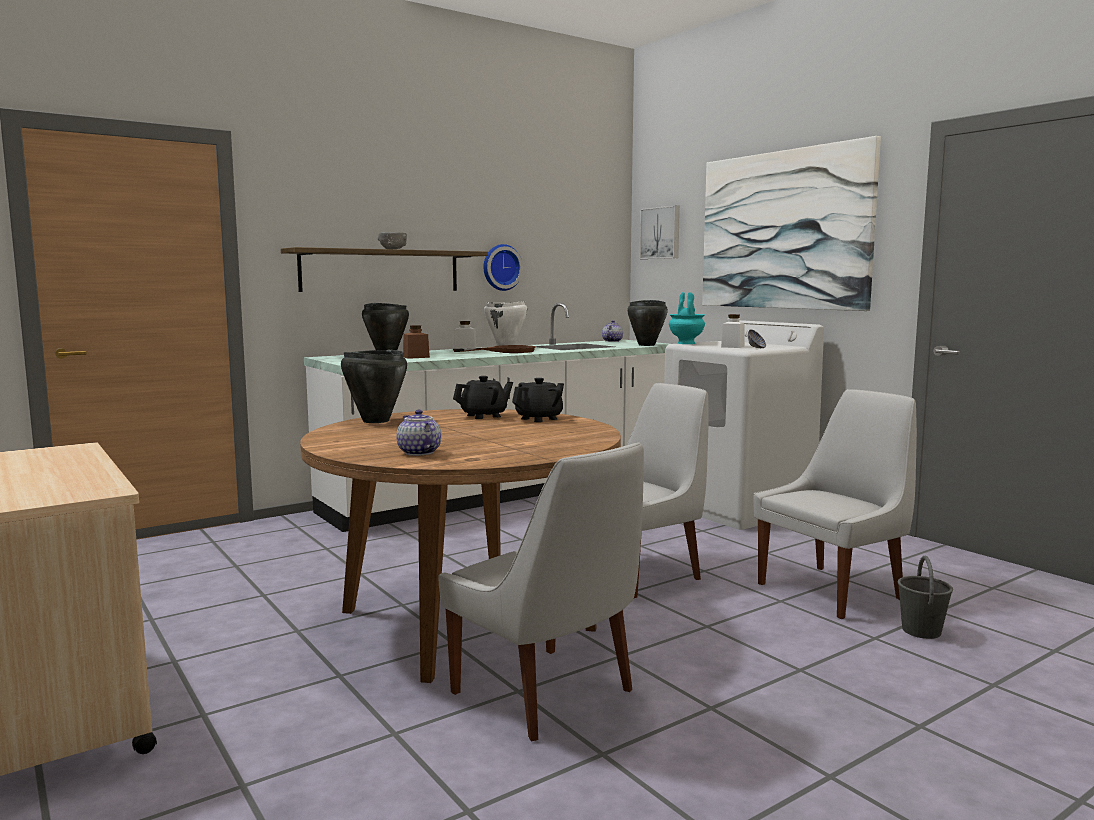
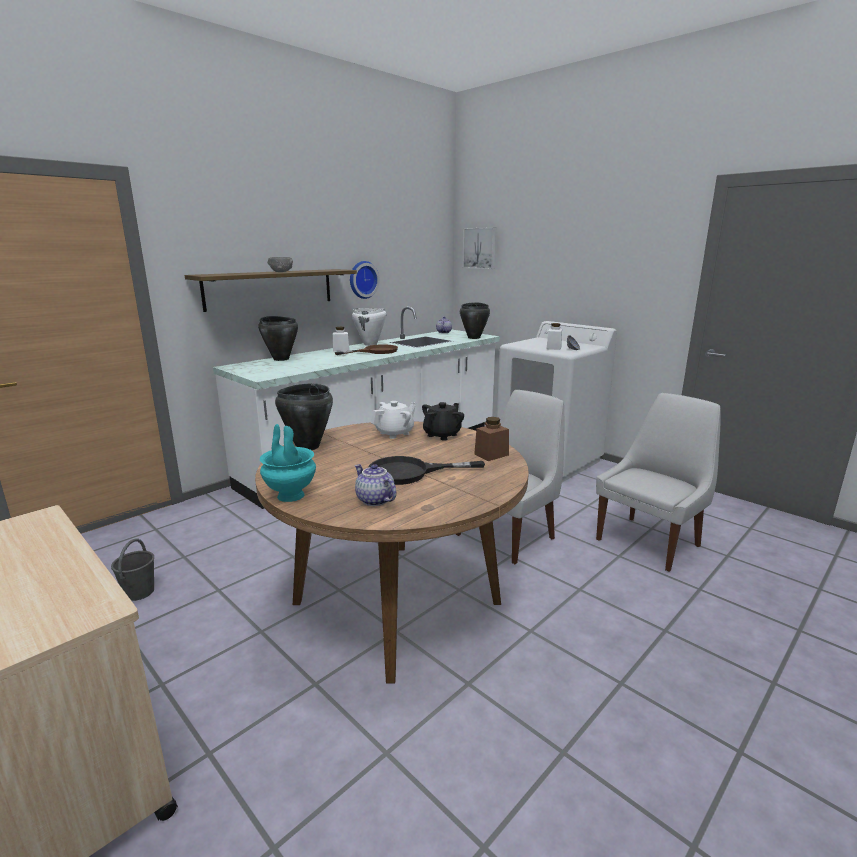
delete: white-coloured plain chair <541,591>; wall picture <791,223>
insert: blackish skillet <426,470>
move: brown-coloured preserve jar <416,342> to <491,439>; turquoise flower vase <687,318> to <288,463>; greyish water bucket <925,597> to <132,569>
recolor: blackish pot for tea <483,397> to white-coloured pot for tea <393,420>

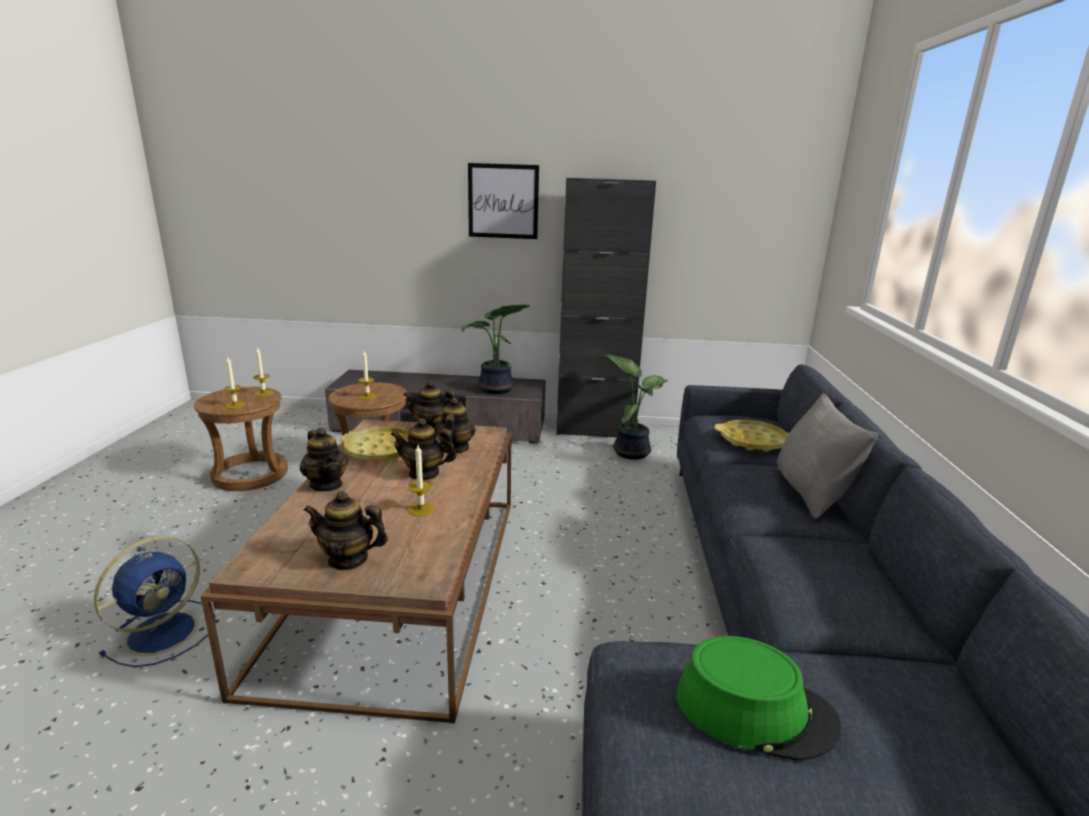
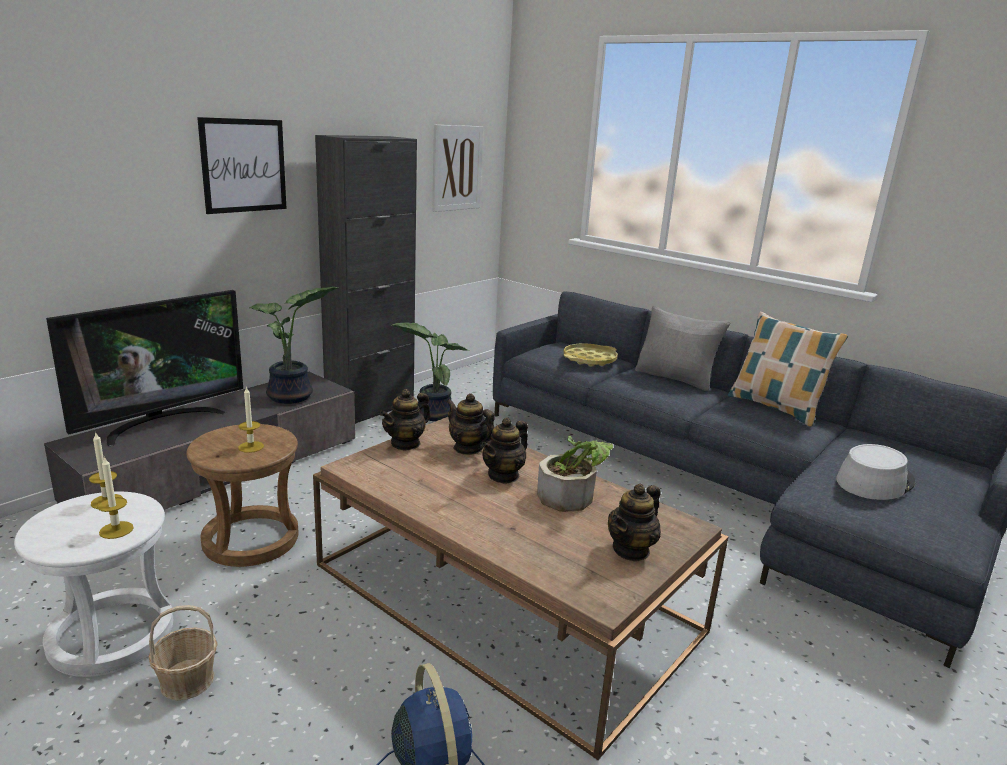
delete: pot for tea <324,459>; yellow-coloured serving tray <375,444>
insert: TV set <144,368>; storage basket <183,653>; wall picture <457,168>; throw pillow <788,369>
replace: candle <421,480> to potted plant <575,473>
recolor: brown-coloured sitting stool <241,439> to white-coloured sitting stool <93,584>; green hat <759,698> to greyish hat <875,472>

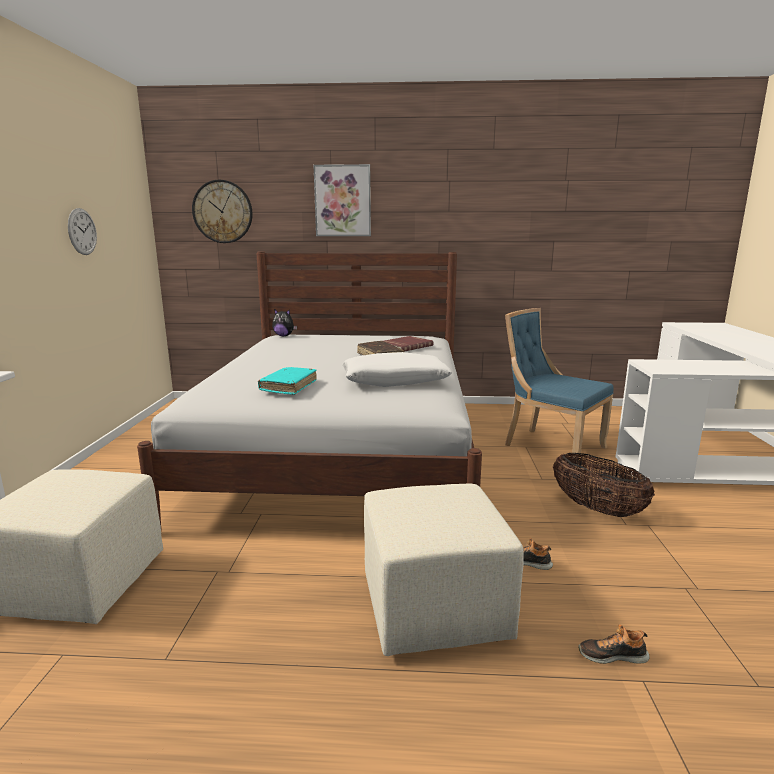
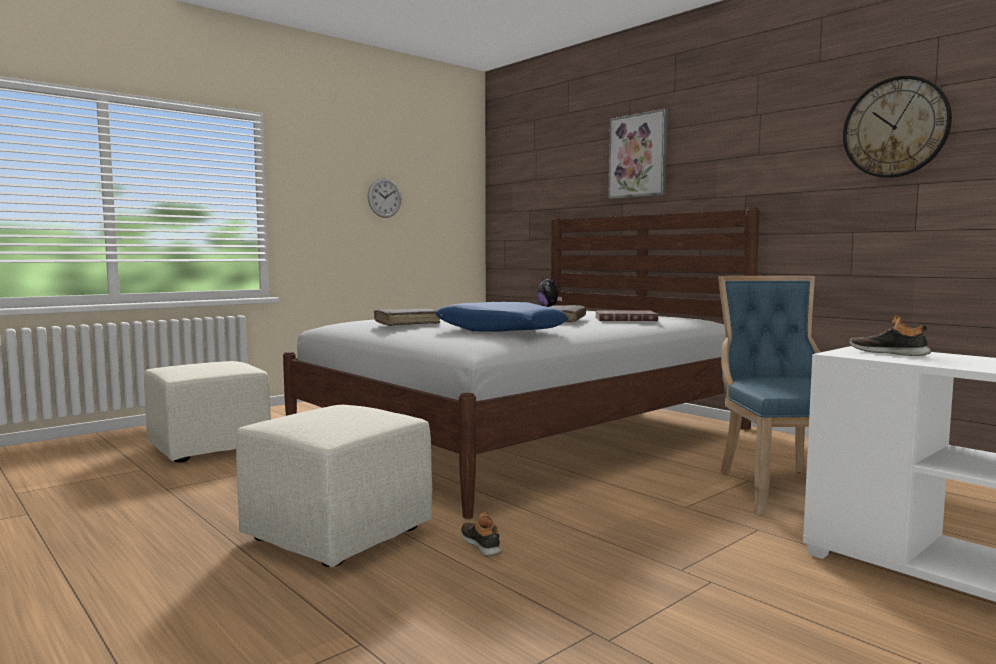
delete: storage basket <604,485>
move: hanging clock <222,211> to <897,127>; item of footwear <614,644> to <890,335>
recolor: turquoise volume <287,381> to brown-coloured volume <407,317>; white-coloured throw pillow <397,369> to blue-coloured throw pillow <502,317>

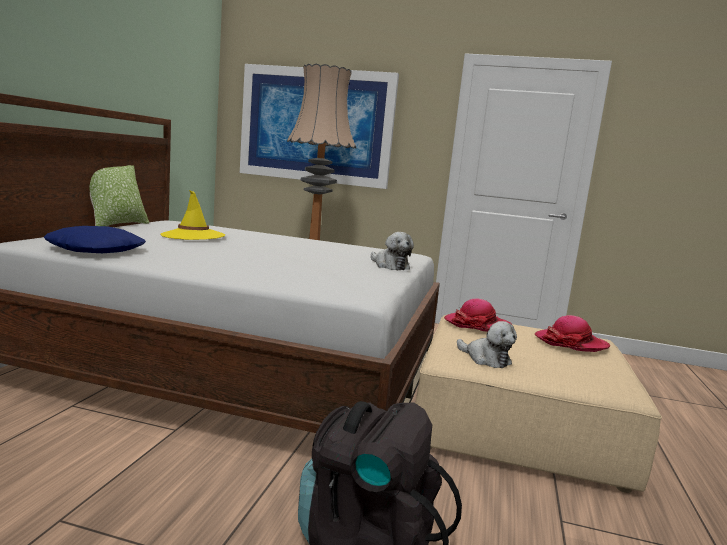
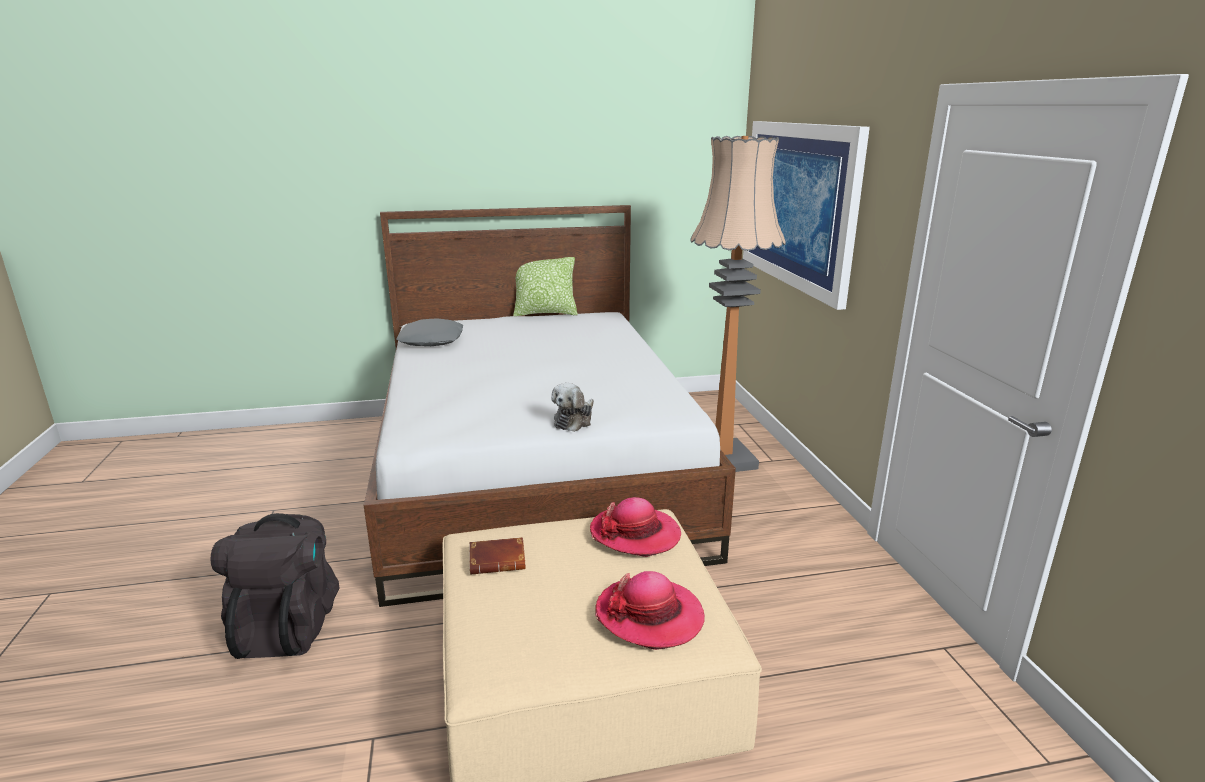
delete: yellow-coloured hat <193,215>
replace: soft toy <487,344> to brown-coloured volume <497,556>
recolor: blue-coloured throw pillow <95,239> to greyish throw pillow <430,332>

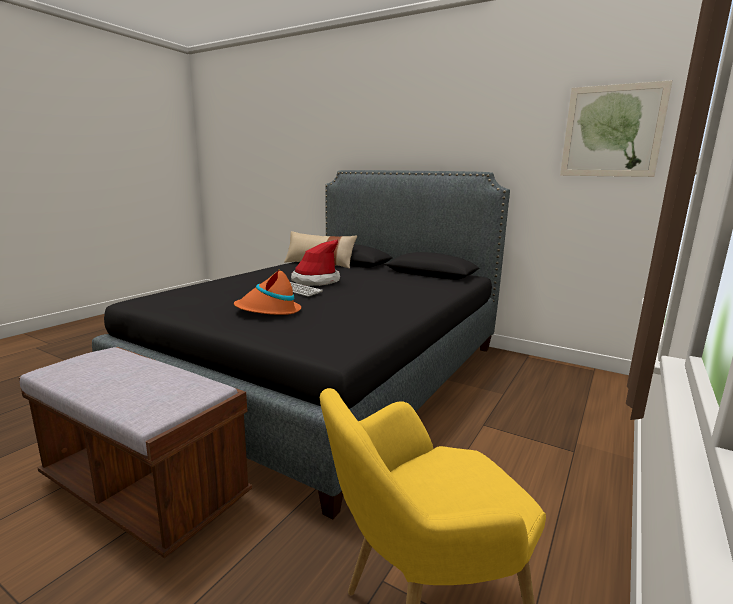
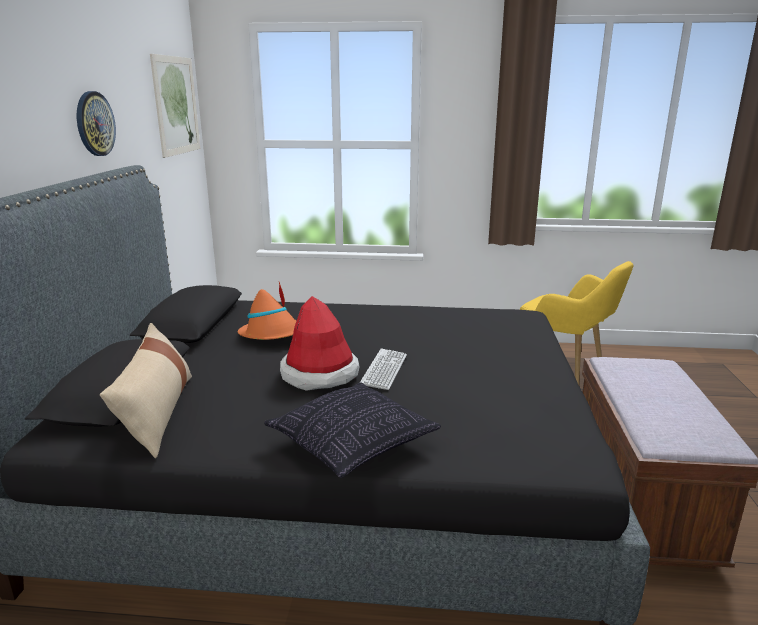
insert: hanging clock <96,123>; throw pillow <352,430>
move: orange hat <267,292> to <267,311>

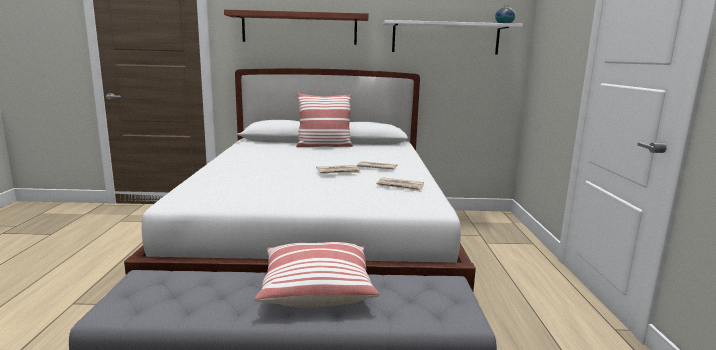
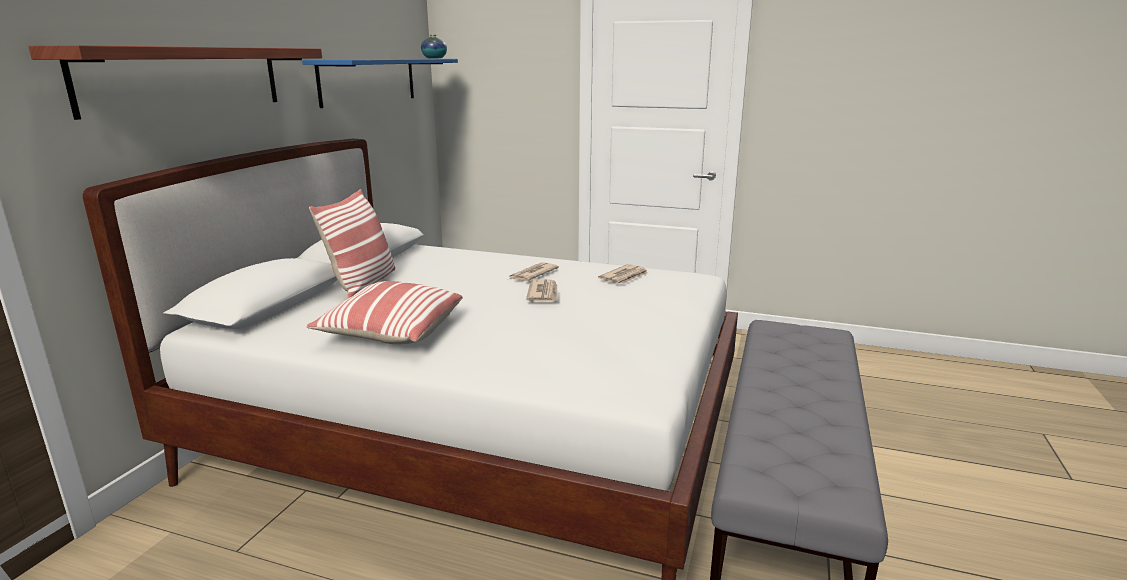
move: throw pillow <316,275> to <385,312>
recolor: white-coloured shelf <453,37> to blue-coloured shelf <380,83>

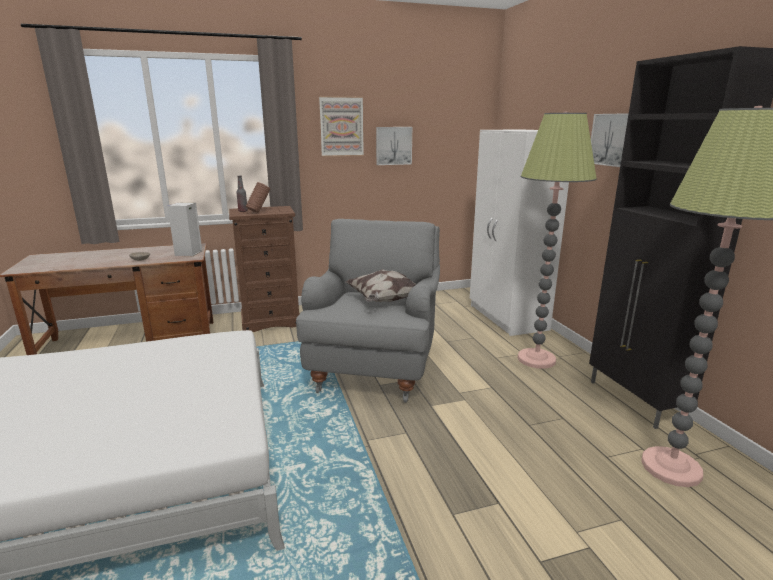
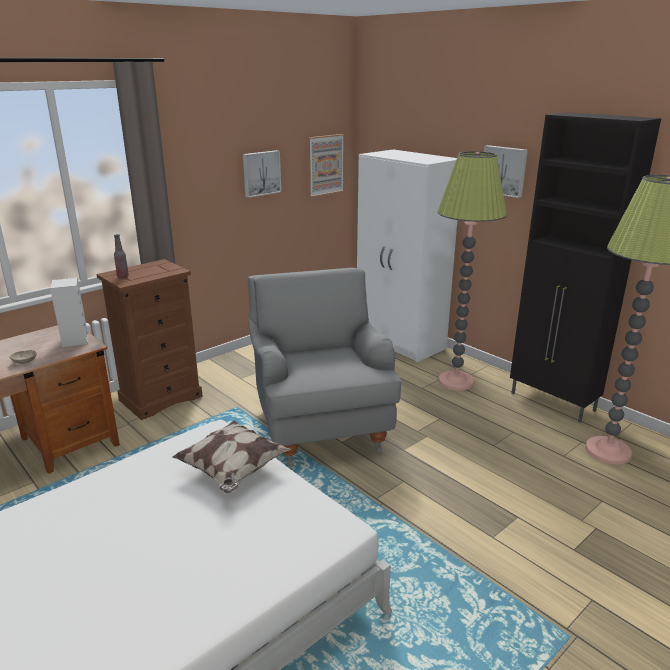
delete: brown-coloured flower vase <258,197>
move: wall picture <341,126> to <326,165>; throw pillow <381,285> to <231,456>

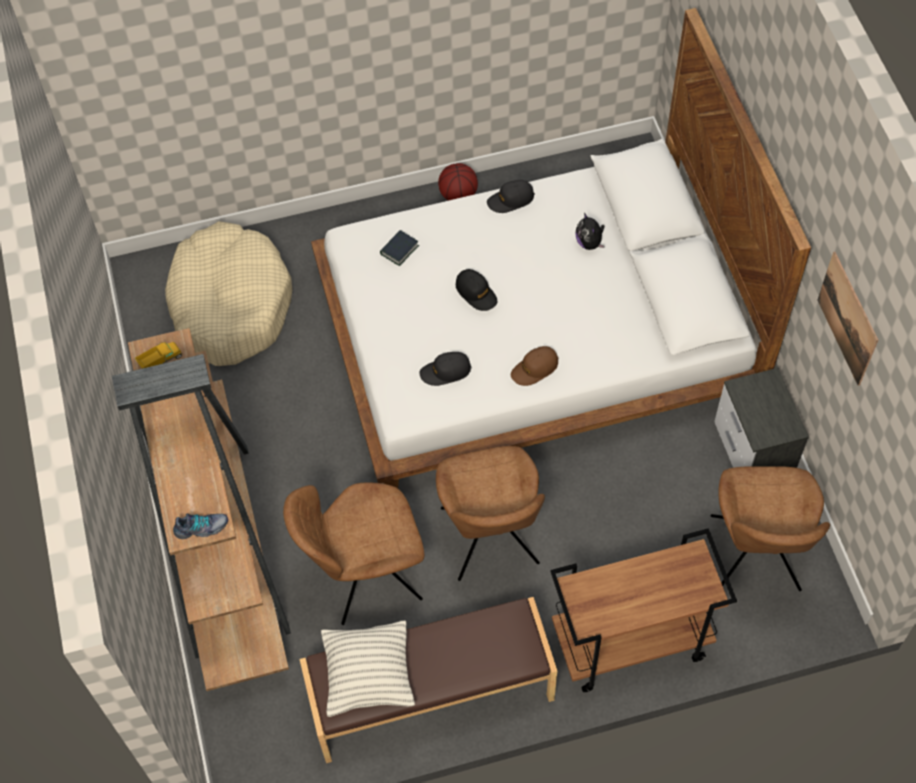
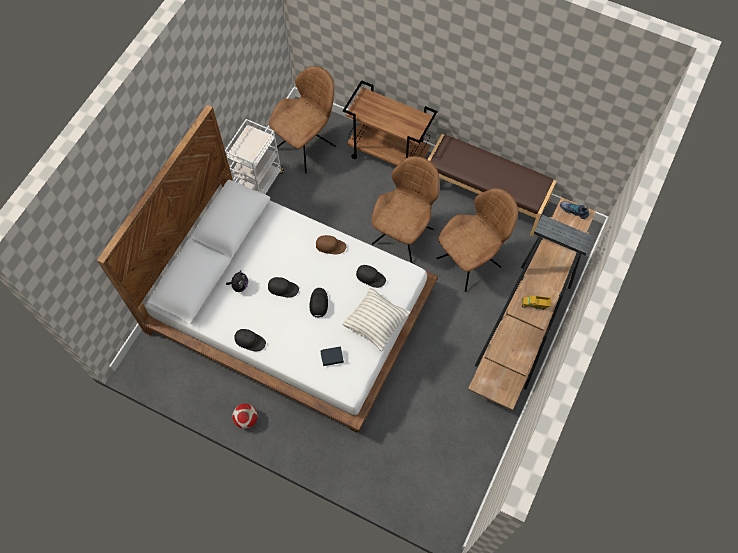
delete: beige dog bed <228,293>; wall picture <848,319>
insert: blackish baseball cap <283,287>
move: throw pillow <368,668> to <376,319>
replace: ball for basketball <458,182> to football ball <245,416>; bedside table <761,418> to white-coloured trolley <254,156>
rotate: brown-coloured plain chair <354,554> = <477,240> 60 degrees counterclockwise

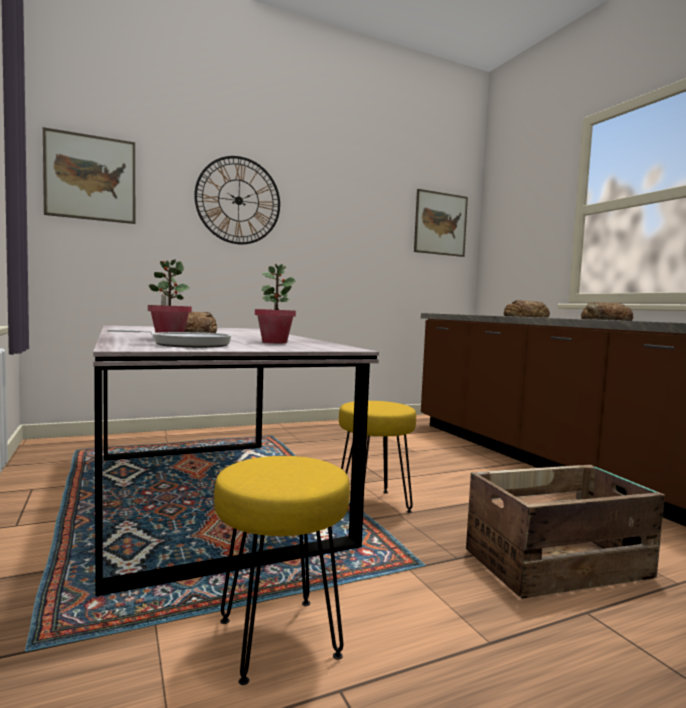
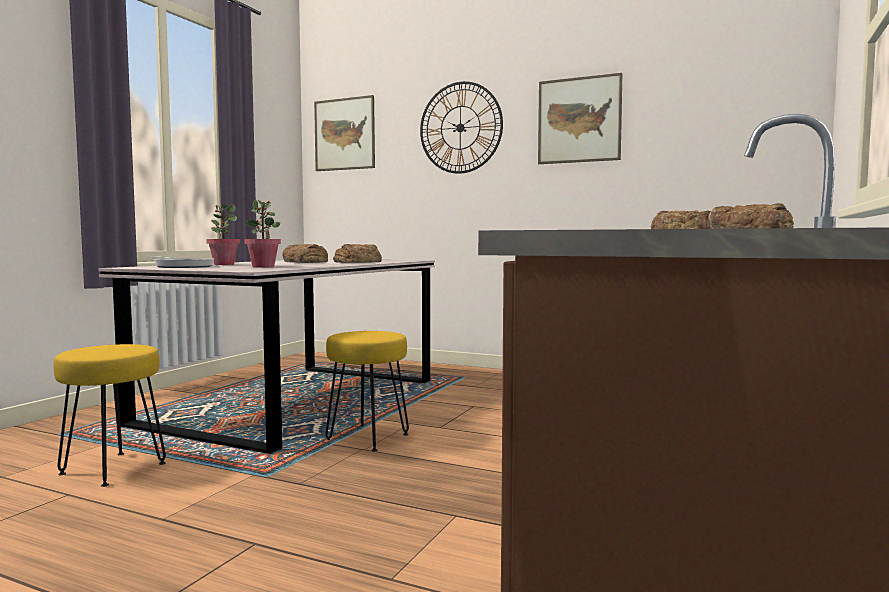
delete: packing crate <565,532>
insert: bakery bread <357,253>
move: wall picture <441,223> to <580,118>

